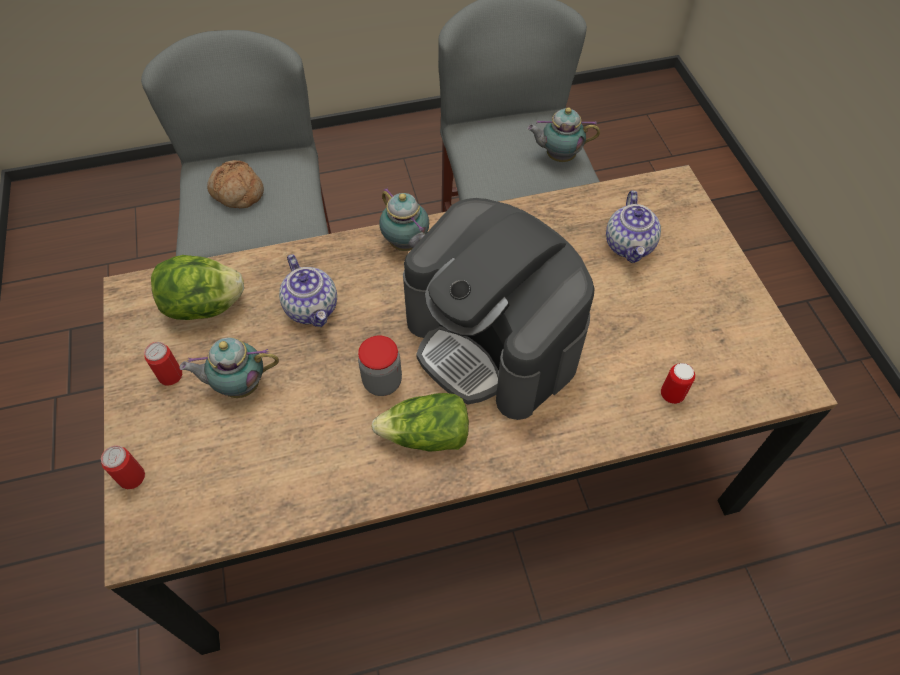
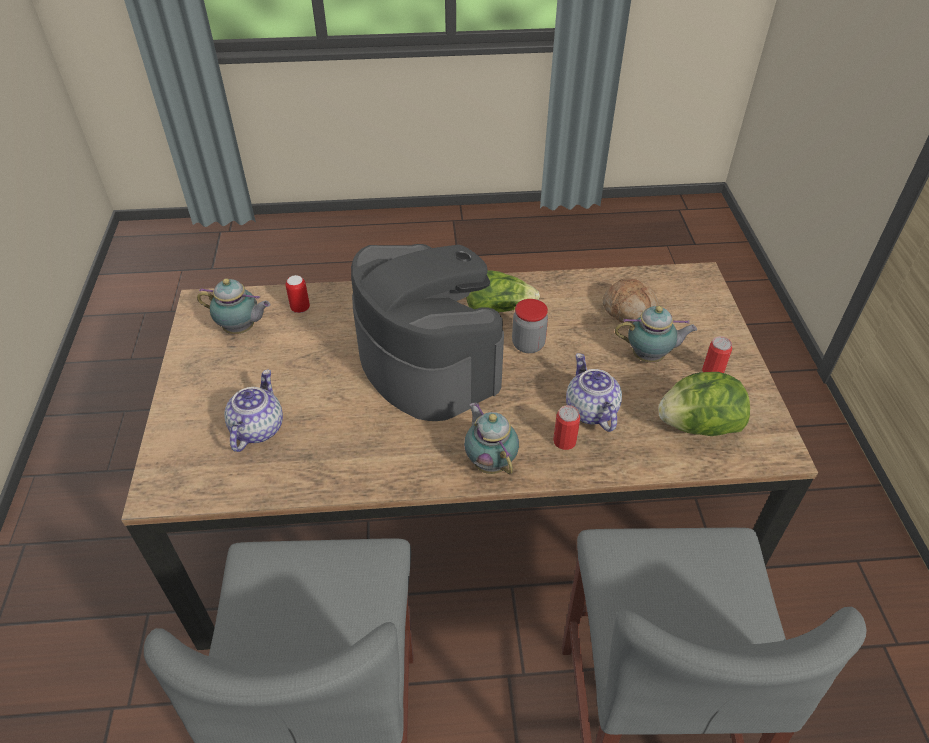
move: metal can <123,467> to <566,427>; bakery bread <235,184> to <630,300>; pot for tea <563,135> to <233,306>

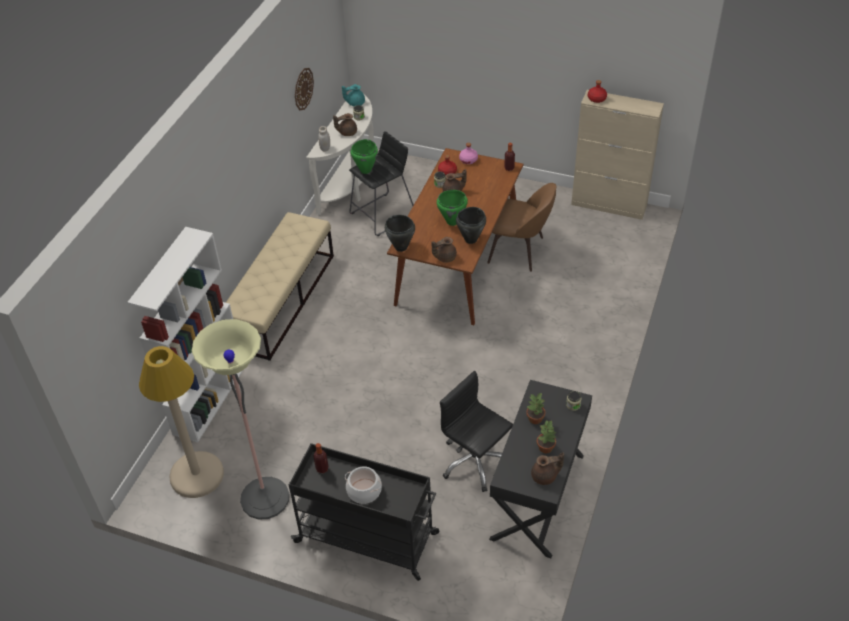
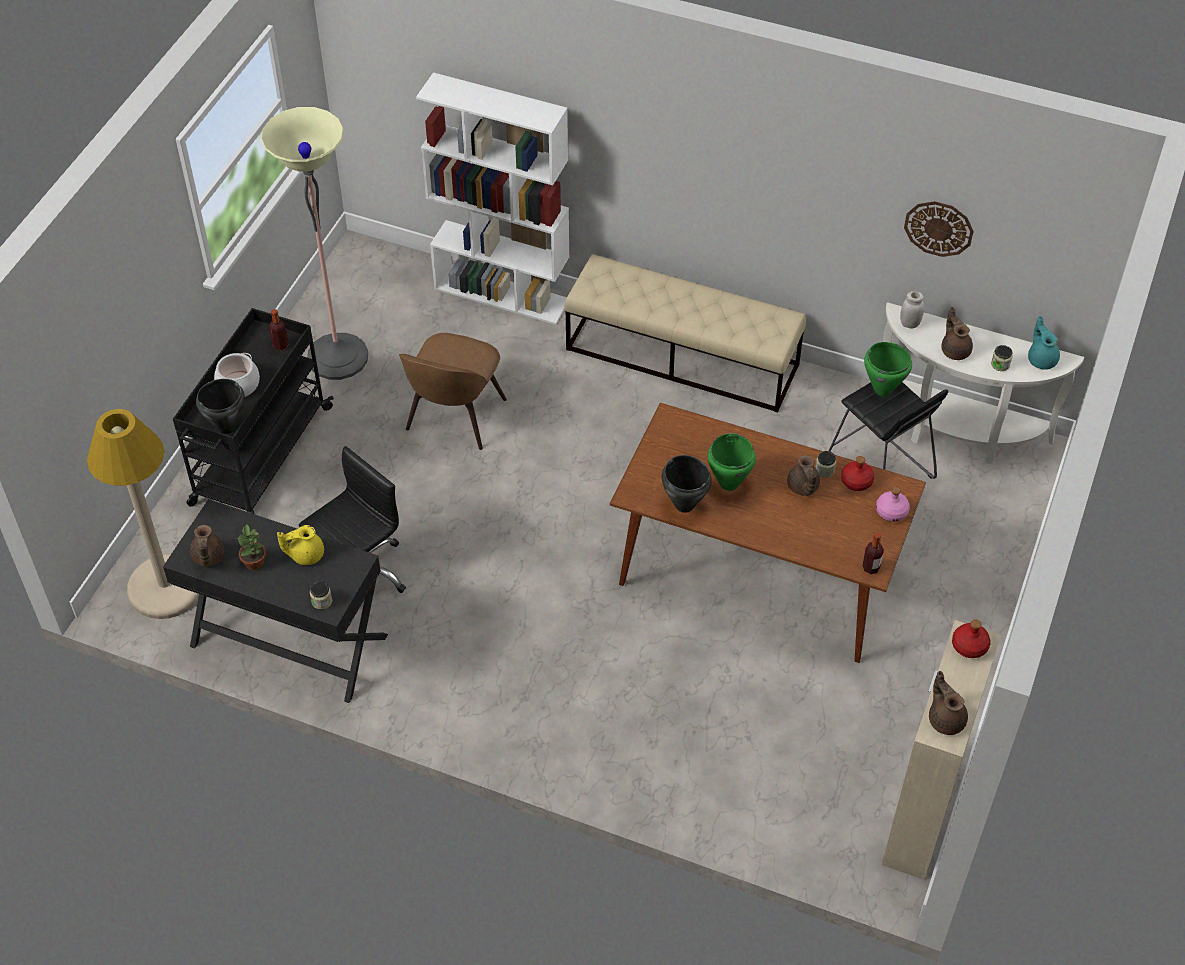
move: beige floor lamp <181,422> to <143,514>; blackish saucepot <400,233> to <220,406>; brown-coloured pot for tea <444,250> to <948,703>; brown-coloured plain chair <521,227> to <453,391>
replace: potted plant <535,408> to yellow-coloured pot for tea <300,545>

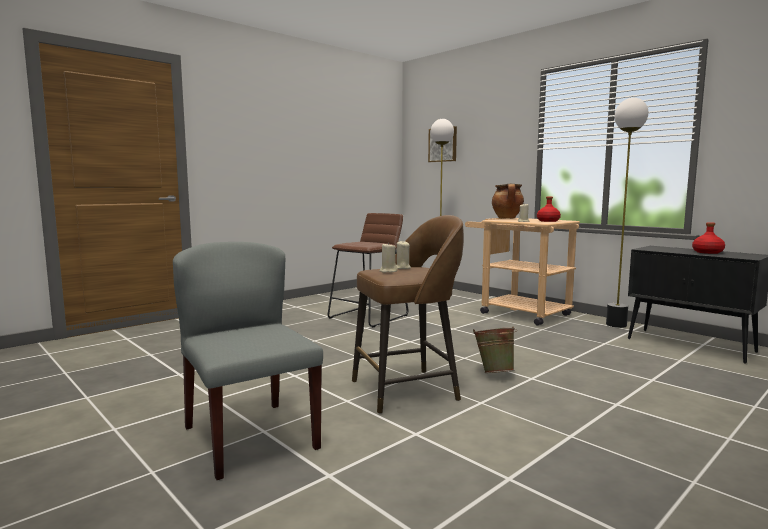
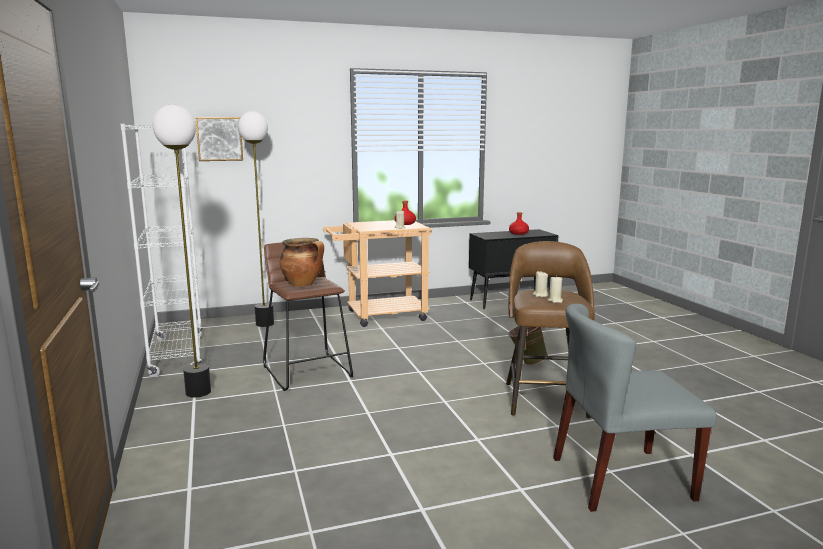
insert: white-coloured bookshelf <161,250>
move: saucepot <508,201> to <302,262>; floor lamp <627,213> to <181,251>

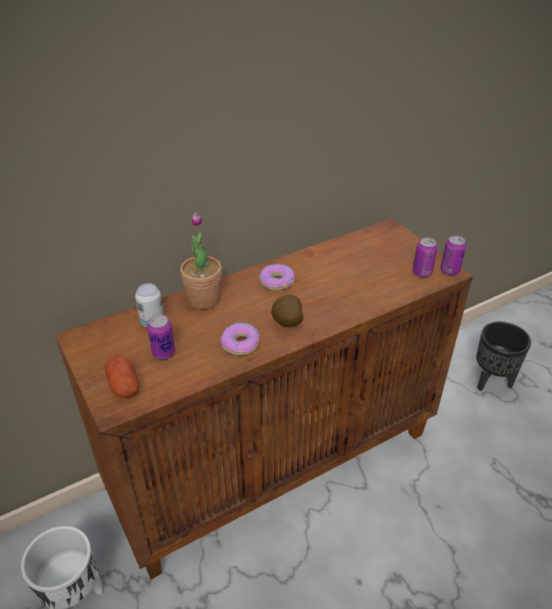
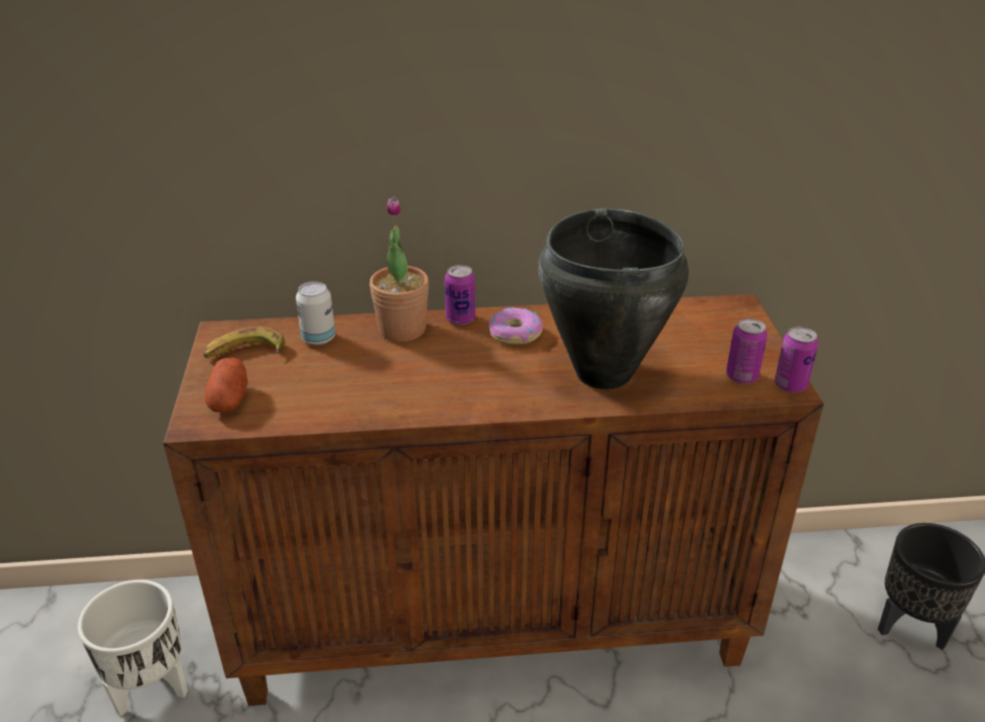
delete: doughnut <240,338>; whole potato <287,311>
insert: banana <244,342>; blackish saucepot <614,298>
move: metal can <161,337> to <460,295>

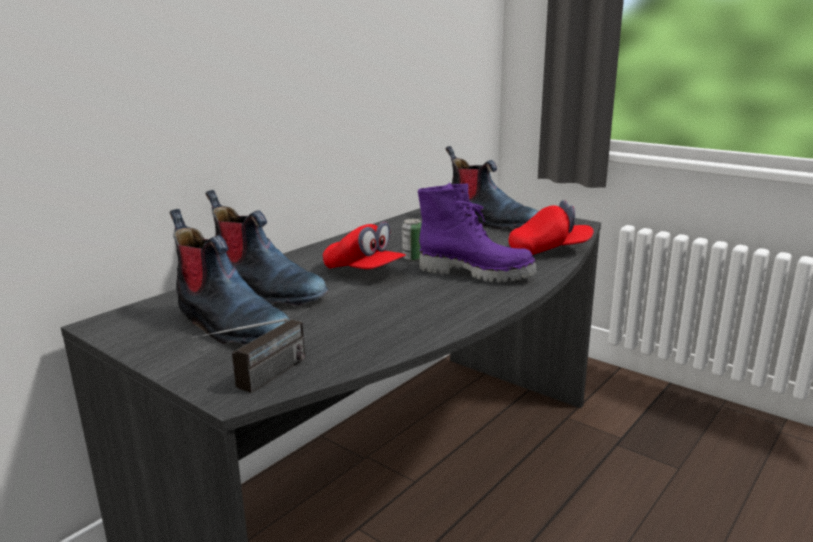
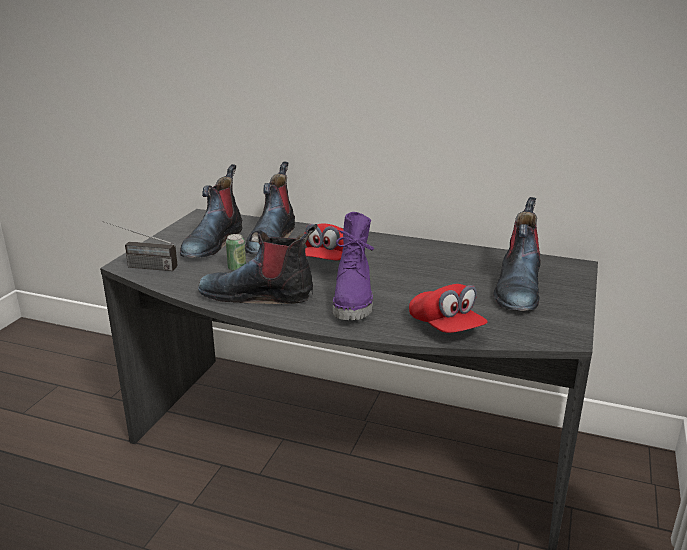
insert: boot <258,264>
move: metal can <412,240> to <236,252>

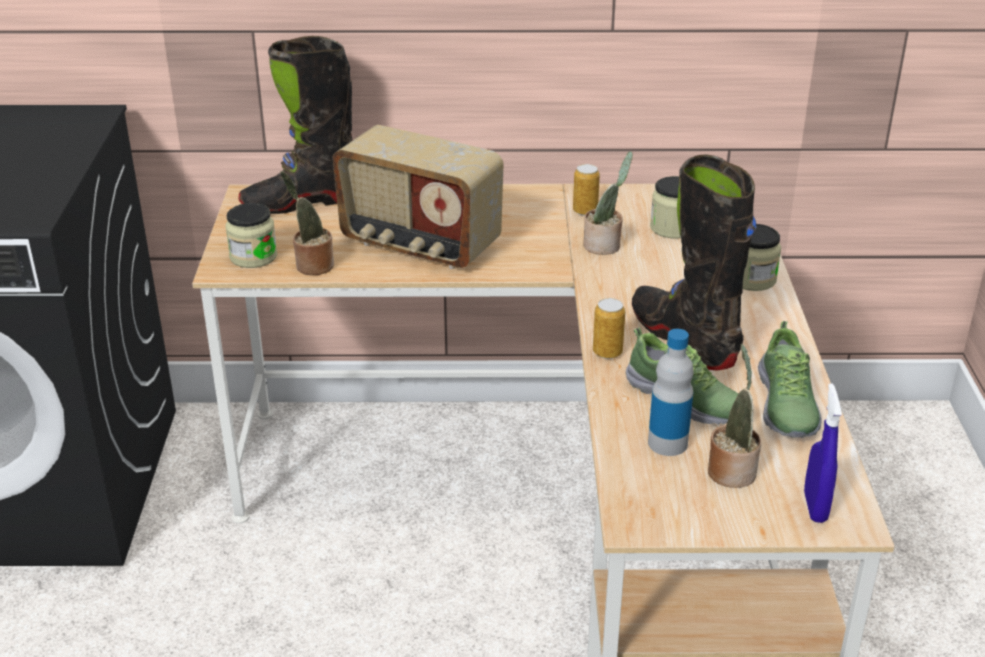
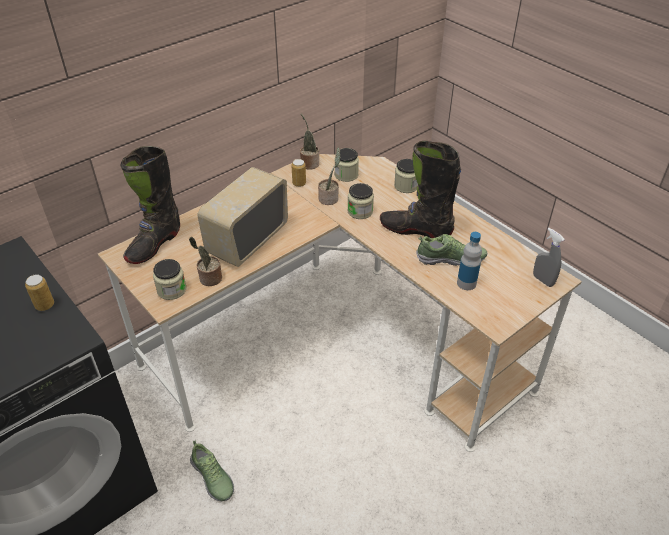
insert: preserve jar <360,201>
move: metal can <609,328> to <39,292>; potted plant <734,416> to <309,142>; item of footwear <790,379> to <212,471>
recolor: blue-coloured sprayer <823,453> to greyish sprayer <549,257>
rotate: radio <418,197> = <242,217> 135 degrees clockwise

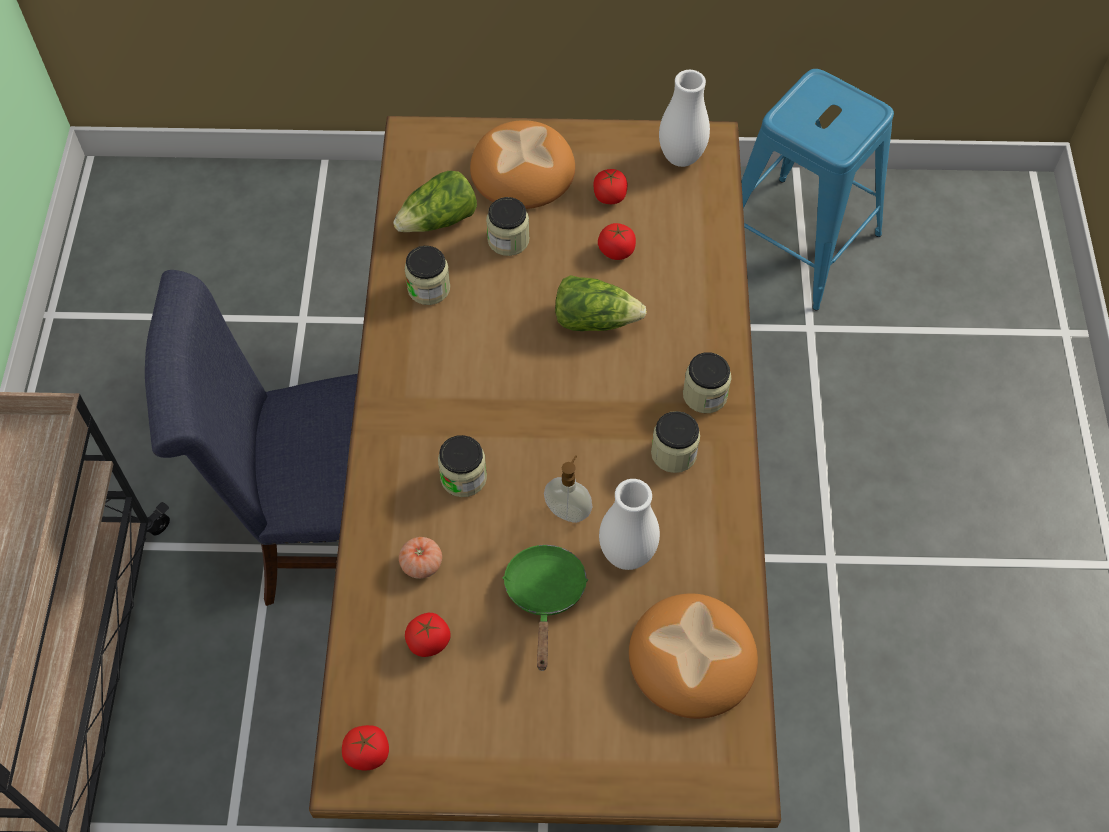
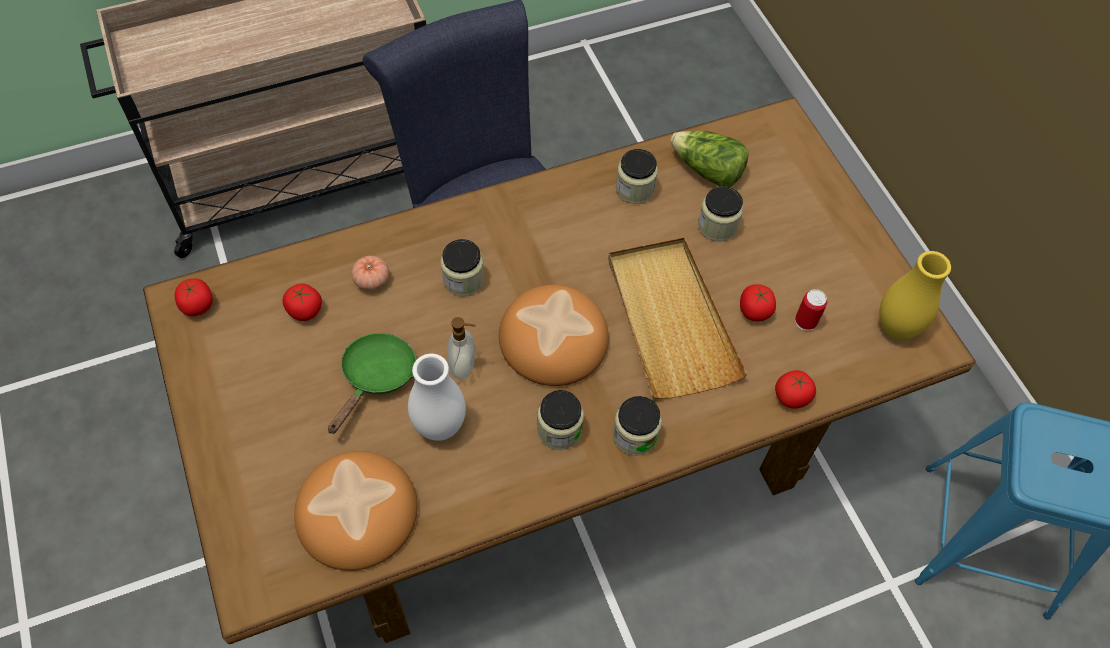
insert: metal can <811,310>
move: bakery bread <522,164> to <554,335>; tomato <610,186> to <795,389>
replace: lettuce <601,303> to beige serving tray <677,318>
recolor: white-coloured flower vase <684,118> to yellow-coloured flower vase <915,295>
rotate: green skillet <545,608> = <372,383> 45 degrees counterclockwise

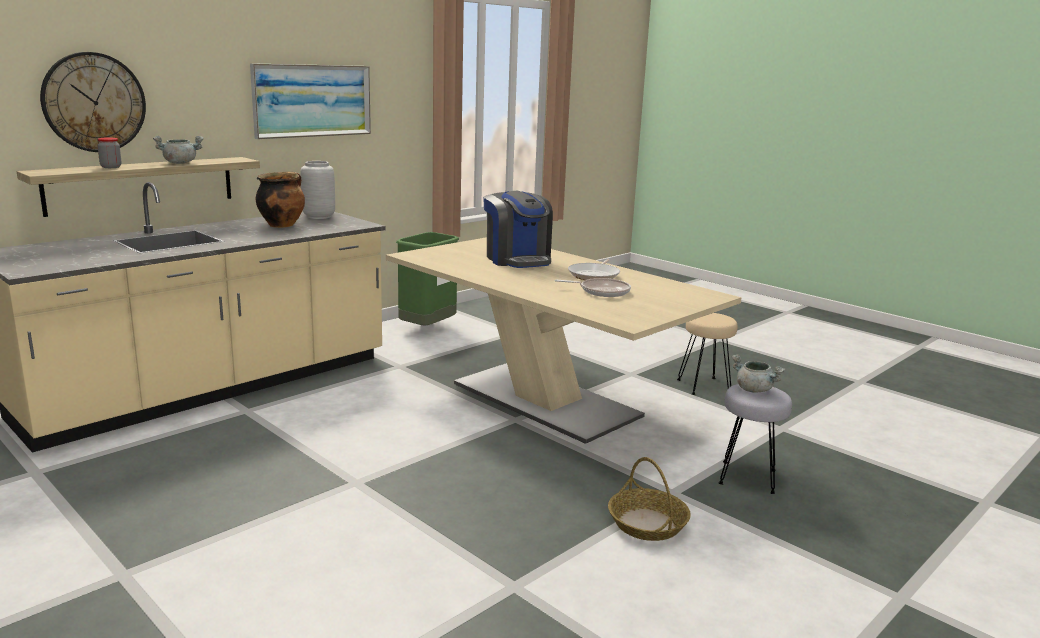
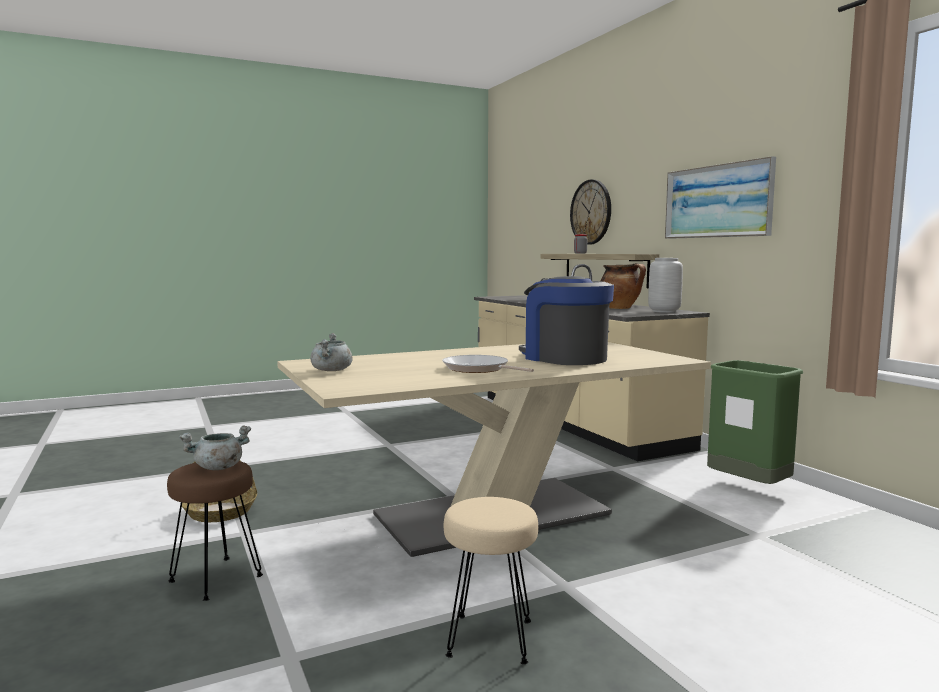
delete: skillet <593,287>
move: greyish saucepot <178,150> to <331,352>
recolor: greyish sitting stool <755,439> to brown-coloured sitting stool <215,531>
rotate: coffee machine <518,229> = <566,320> 60 degrees clockwise

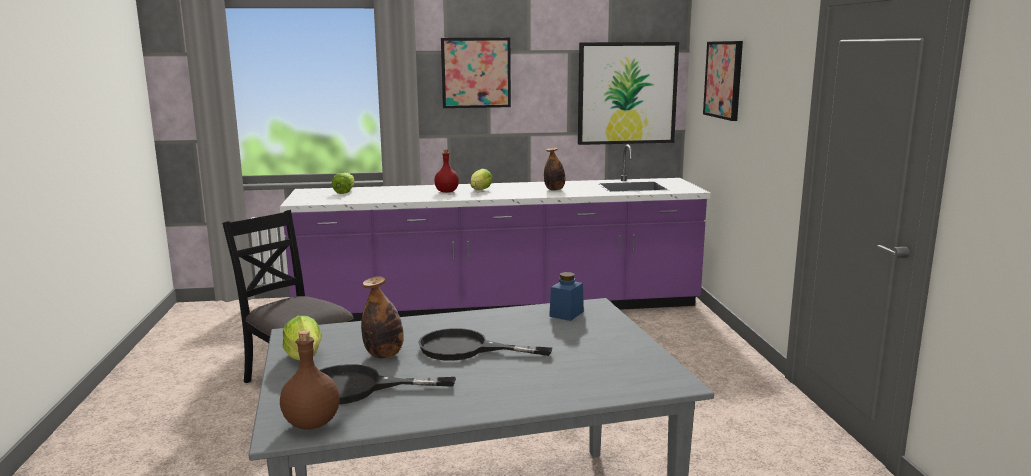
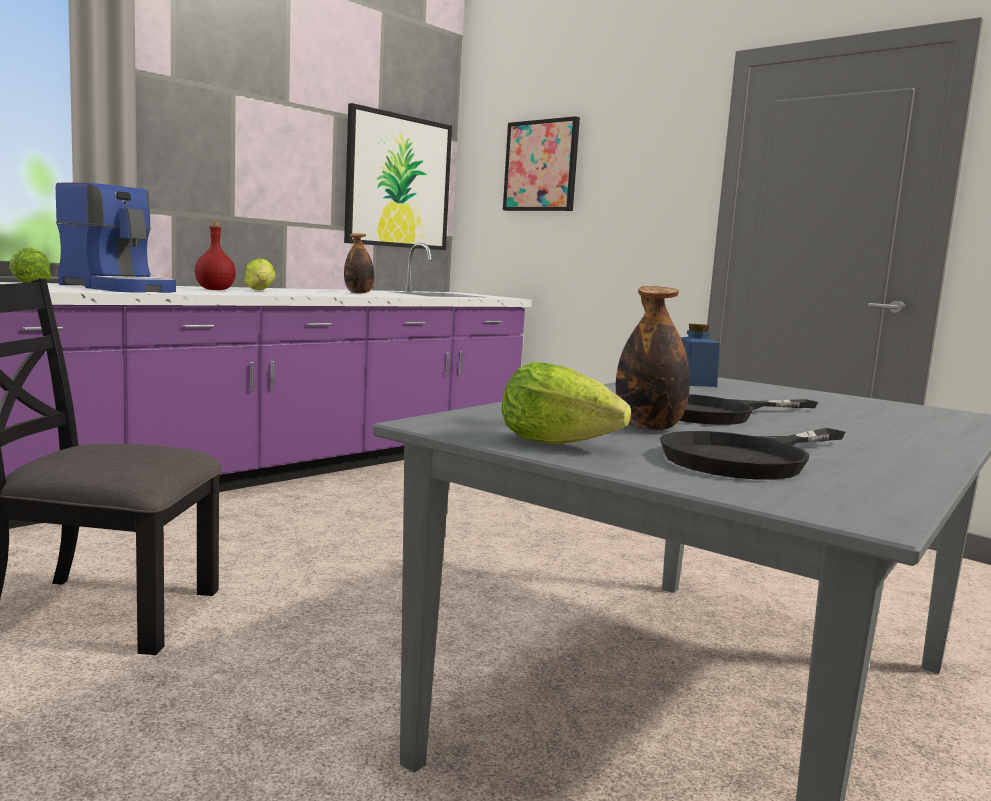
delete: brown-coloured drink bottle <310,380>; wall picture <476,73>
insert: coffee machine <116,238>

